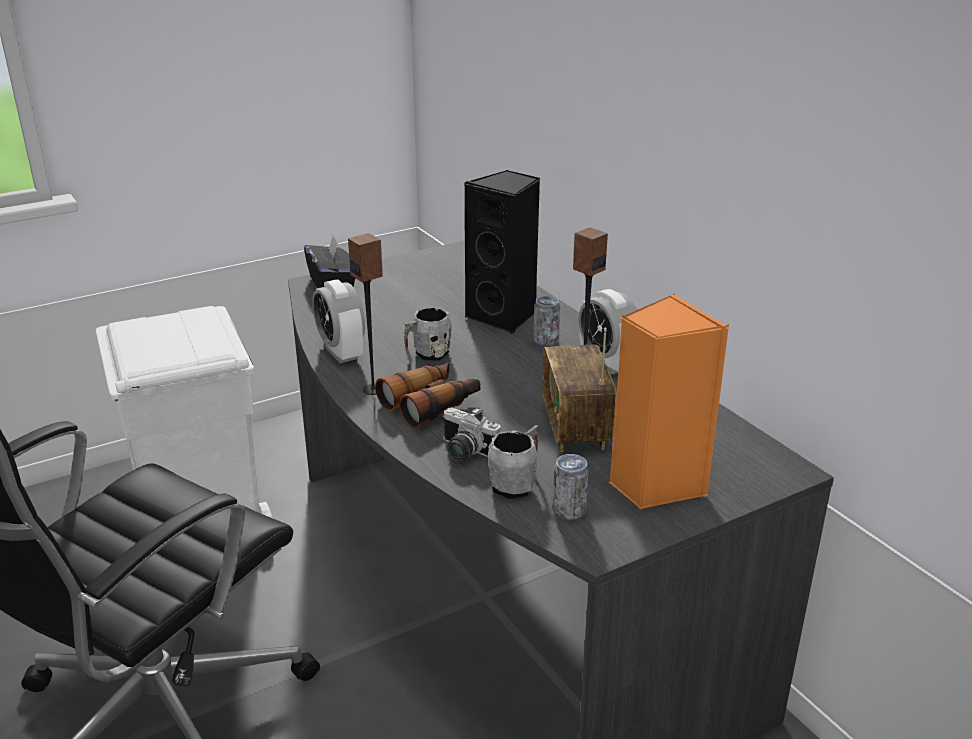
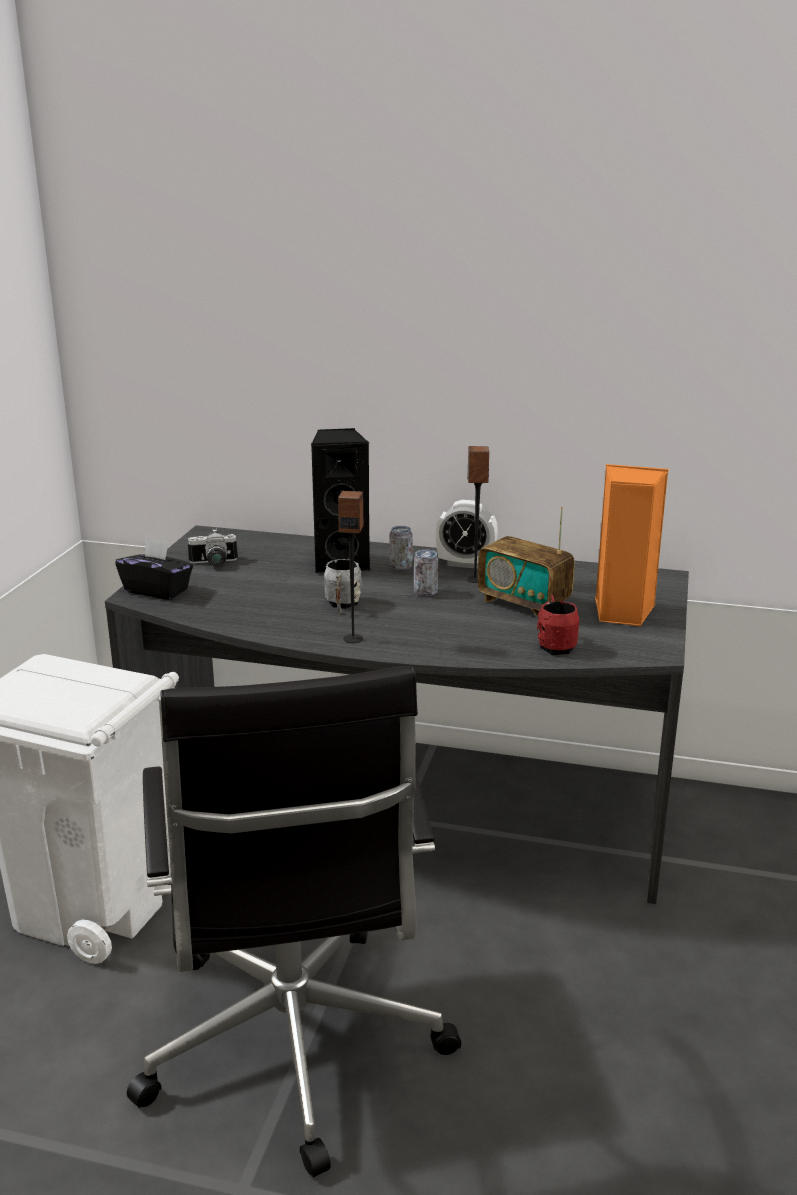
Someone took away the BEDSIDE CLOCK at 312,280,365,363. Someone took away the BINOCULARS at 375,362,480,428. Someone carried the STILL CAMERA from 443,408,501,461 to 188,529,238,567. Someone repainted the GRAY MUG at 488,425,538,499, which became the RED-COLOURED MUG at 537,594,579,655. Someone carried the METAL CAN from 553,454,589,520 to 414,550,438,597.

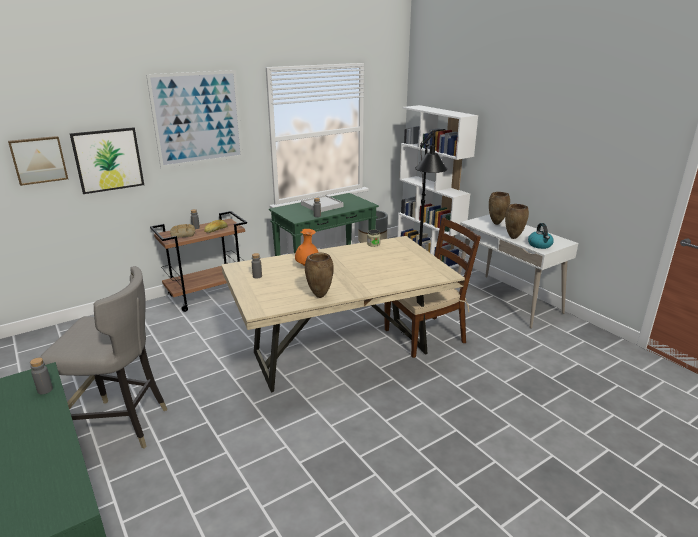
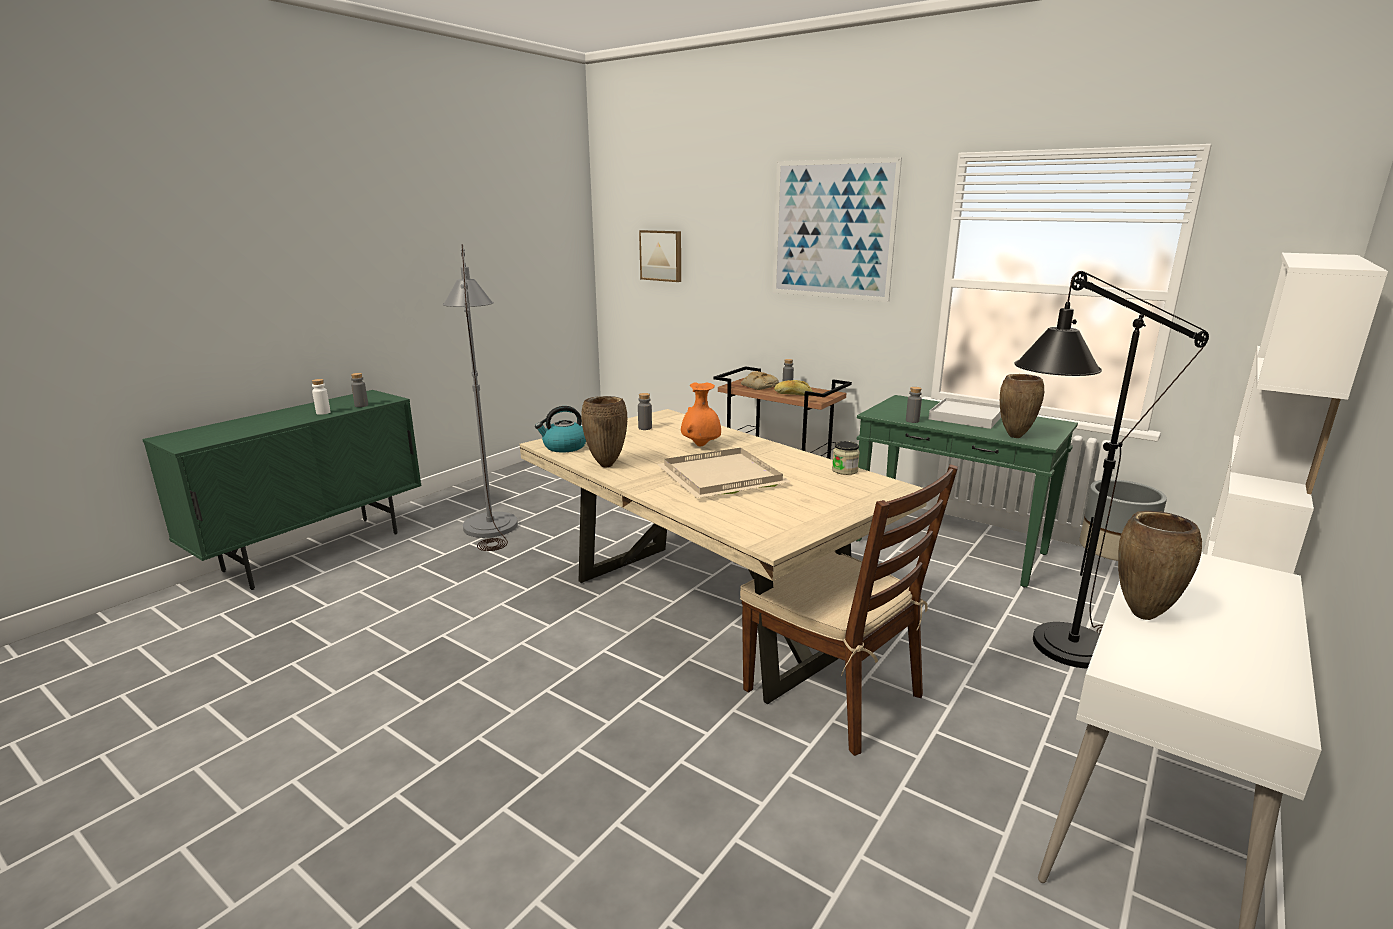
Someone swapped the GRAY SITTING STOOL at 40,266,167,448 for the GRAY STANDING LAMP at 443,244,518,551. Someone took away the PICTURE at 70,127,144,194. Someone carried the BROWN-COLOURED FLOWER VASE from 489,192,510,225 to 1000,374,1044,438. Someone carried the TEA KETTLE from 528,223,553,249 to 535,406,586,453. Someone put down the WHITISH BOTTLE at 312,379,331,415. Someone put down the BEIGE-COLOURED CARRYING TRAY at 657,448,791,498.

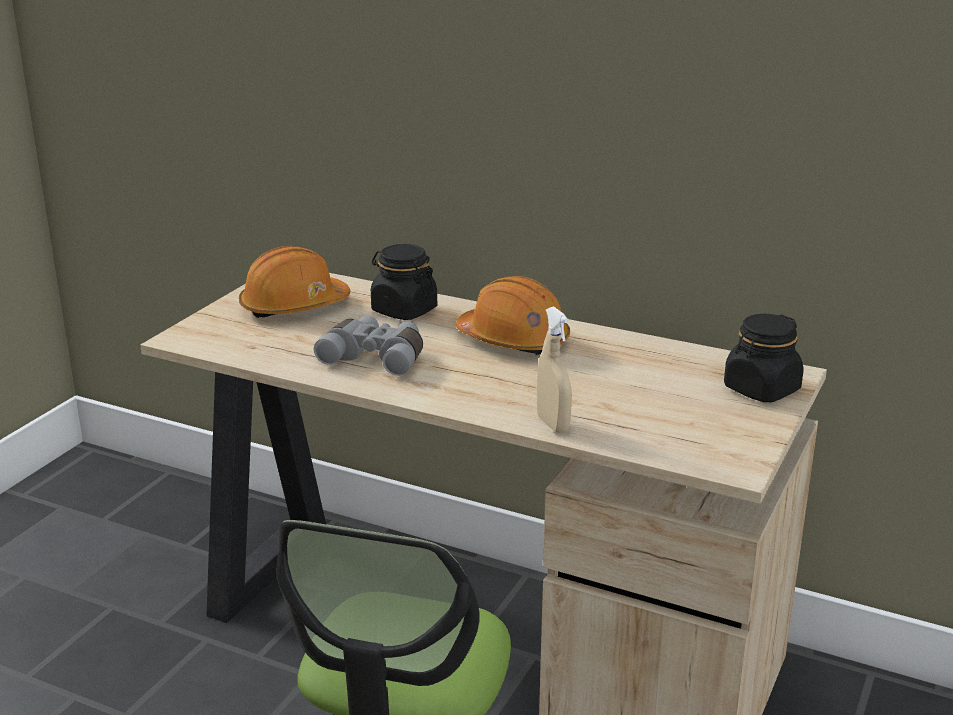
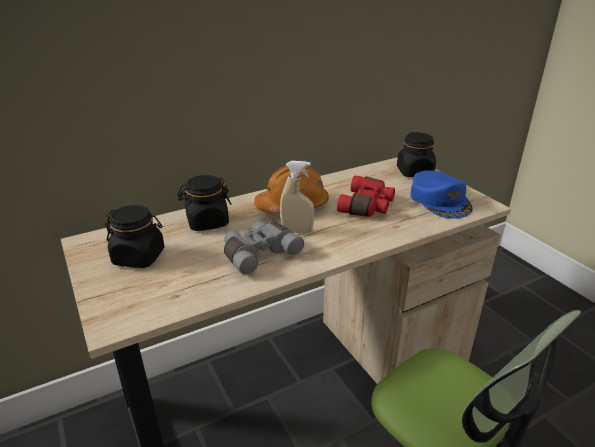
Someone swapped the ORANGE-COLOURED HARD HAT at 239,246,350,318 for the BLACK-COLOURED JAR at 105,205,164,268. Someone carried the BEIGE-COLOURED SPRAY BOTTLE from 537,306,572,433 to 280,161,314,234. Someone put down the RED-COLOURED BINOCULARS at 337,176,395,217. Someone put down the BLUE PEAKED CAP at 411,170,472,219.

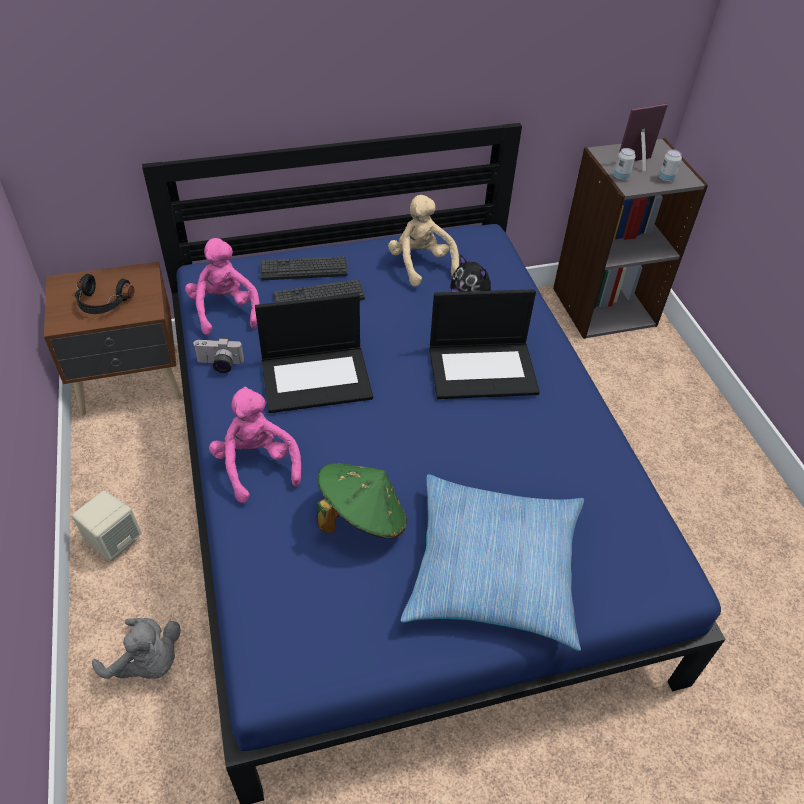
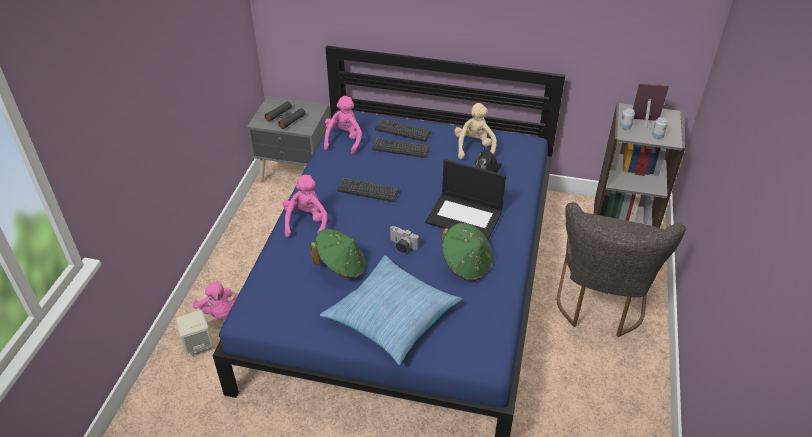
Someone repainted the BROWN-COLOURED BEDSIDE TABLE at 44,262,182,415, which became the GRAY BEDSIDE TABLE at 247,96,330,181. Someone carried the BEIGE-COLOURED AUDIO SPEAKER from 72,490,142,561 to 176,310,213,356. Someone swapped the BLACK-COLOURED HEADSET at 75,274,134,314 for the BLACK-COLOURED BINOCULARS at 265,101,306,129. Someone repainted the GRAY SOFT TOY at 92,618,181,679, which became the PINKISH SOFT TOY at 193,280,239,319. Someone carried the STILL CAMERA from 193,337,244,373 to 390,226,419,253. Someone swapped the PORTABLE COMPUTER at 255,293,373,413 for the KEYBOARD at 337,178,399,202. Someone put down the GREENISH HAT at 442,223,493,281. Someone put down the GRAY CHAIR at 557,202,686,337.

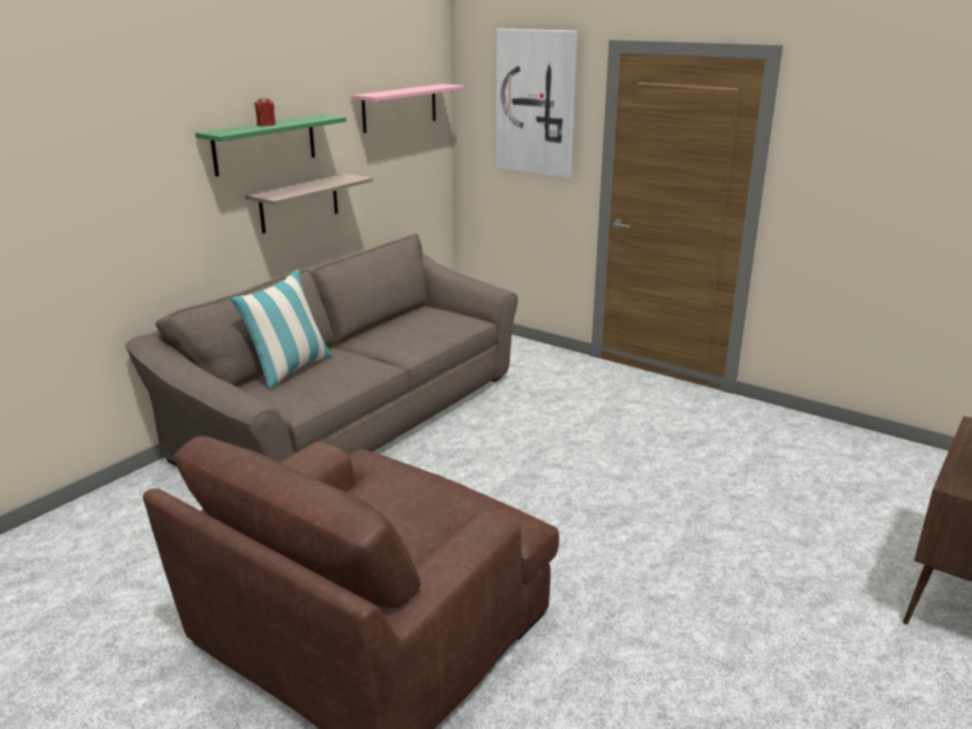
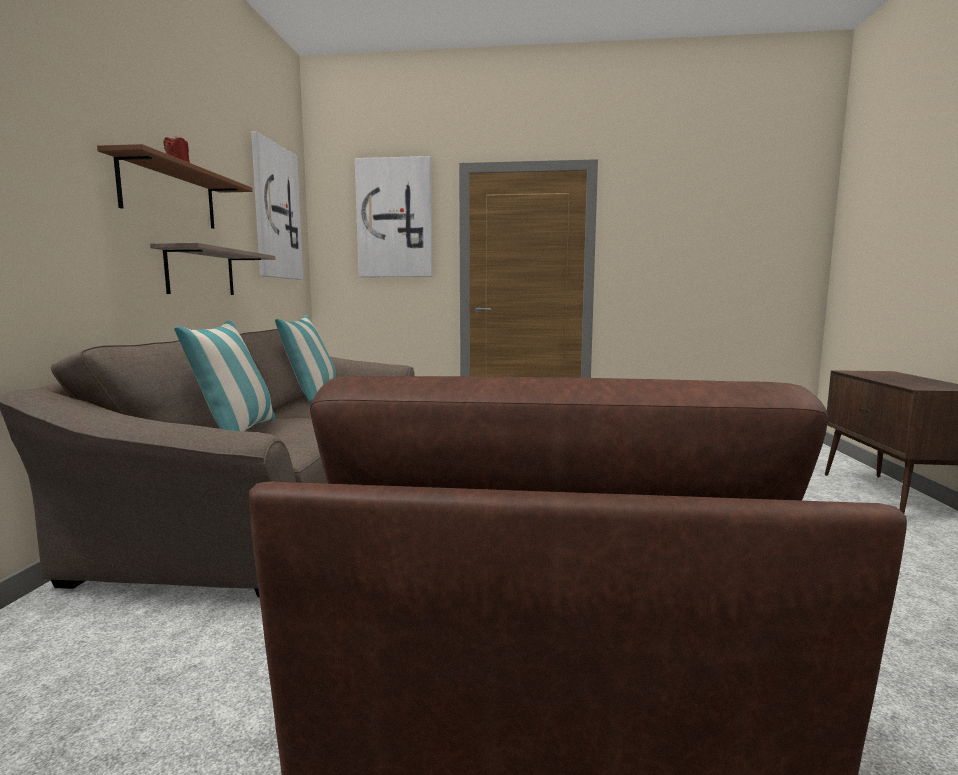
Someone repainted the GREENISH SHELF at 195,115,346,177, which became the BROWN-COLOURED SHELF at 97,144,252,229. Someone swapped the PINKISH SHELF at 351,84,465,133 for the PICTURE at 251,131,303,280. Someone put down the PILLOW at 275,315,336,403.

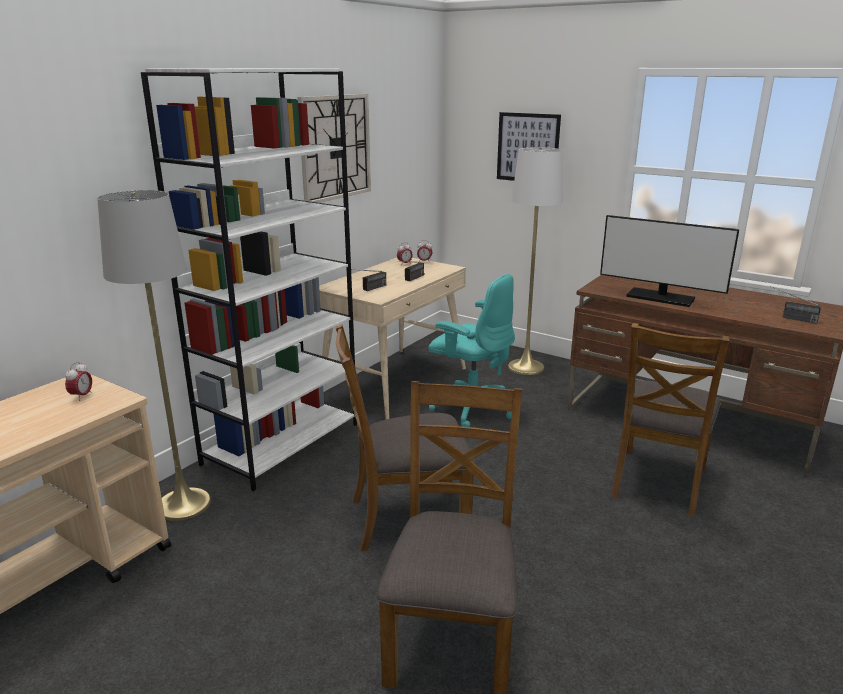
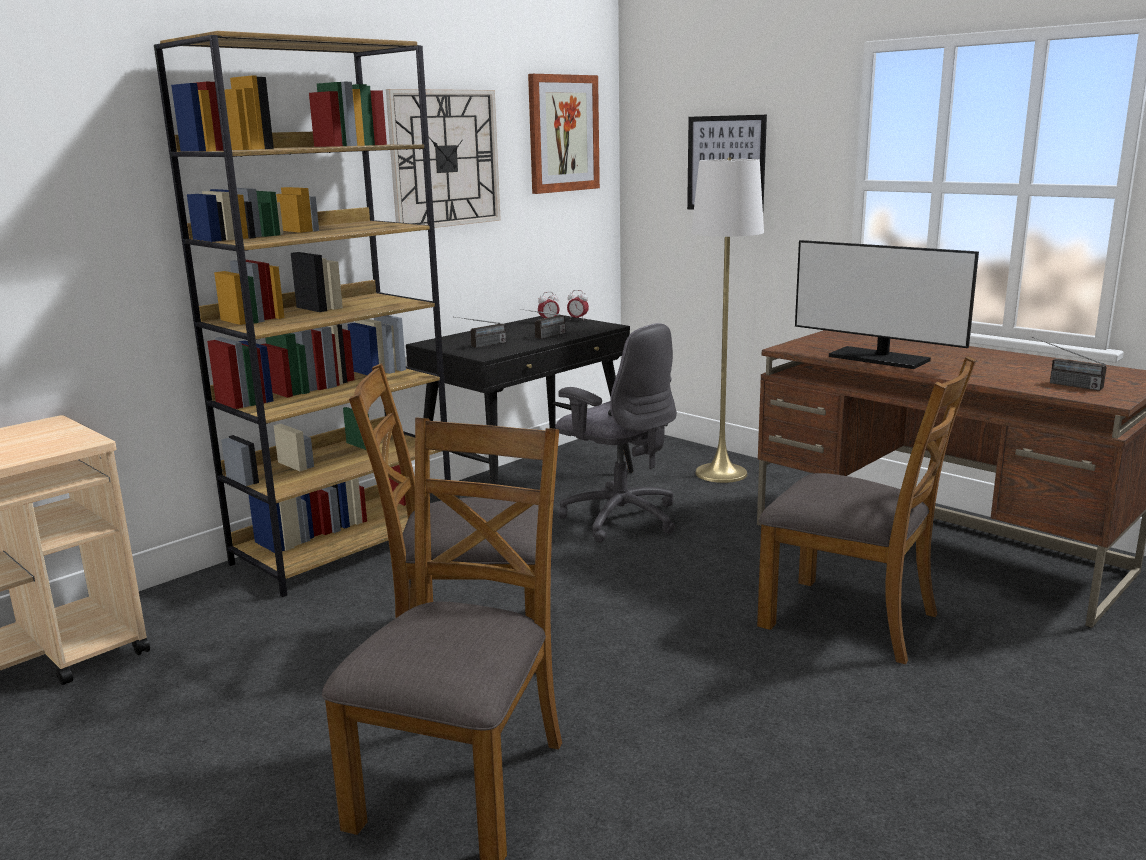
Someone took away the BEDSIDE CLOCK at 65,362,92,401. Someone took away the GRAY STANDING LAMP at 97,190,211,521. Someone repainted the WHITISH SHELVING UNIT at 141,68,357,491, which became the BROWN-COLOURED SHELVING UNIT at 154,31,451,597. Someone repainted the BEIGE-COLOURED DESK TABLE at 319,258,466,420, which became the BLACK-COLOURED DESK TABLE at 406,314,634,485. Someone repainted the TURQUOISE COMPUTER CHAIR at 429,274,515,427, which became the GRAY COMPUTER CHAIR at 555,323,677,543. Someone rotated the BROWN-COLOURED CHAIR at 611,323,730,517 by 90 degrees counterclockwise. Someone put up the PICTURE at 528,74,600,194.

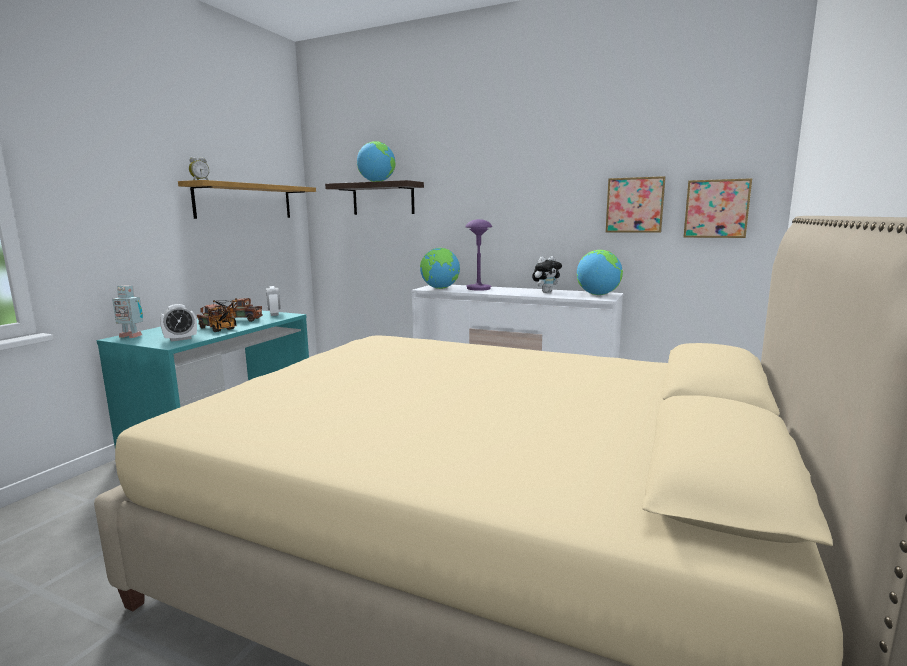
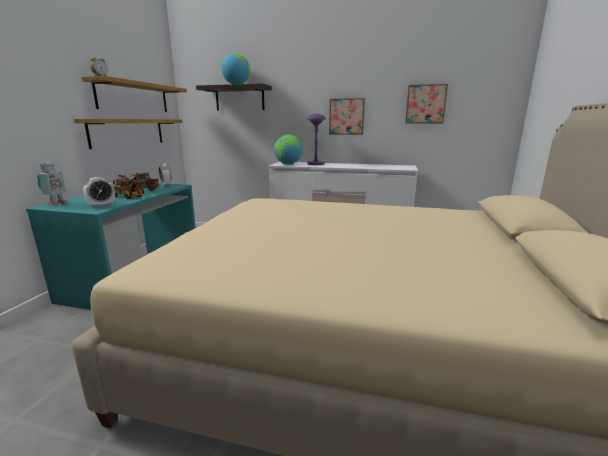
Someone rotated the ROBOT FIGURE at 112,286,143,338 by 75 degrees counterclockwise. Someone took away the SOFT TOY at 532,256,562,293. Someone took away the WORLD GLOBE at 577,250,623,295. Someone carried the PICTURE from 683,178,752,238 to 329,98,365,135. Someone put up the SHELF at 74,119,182,149.

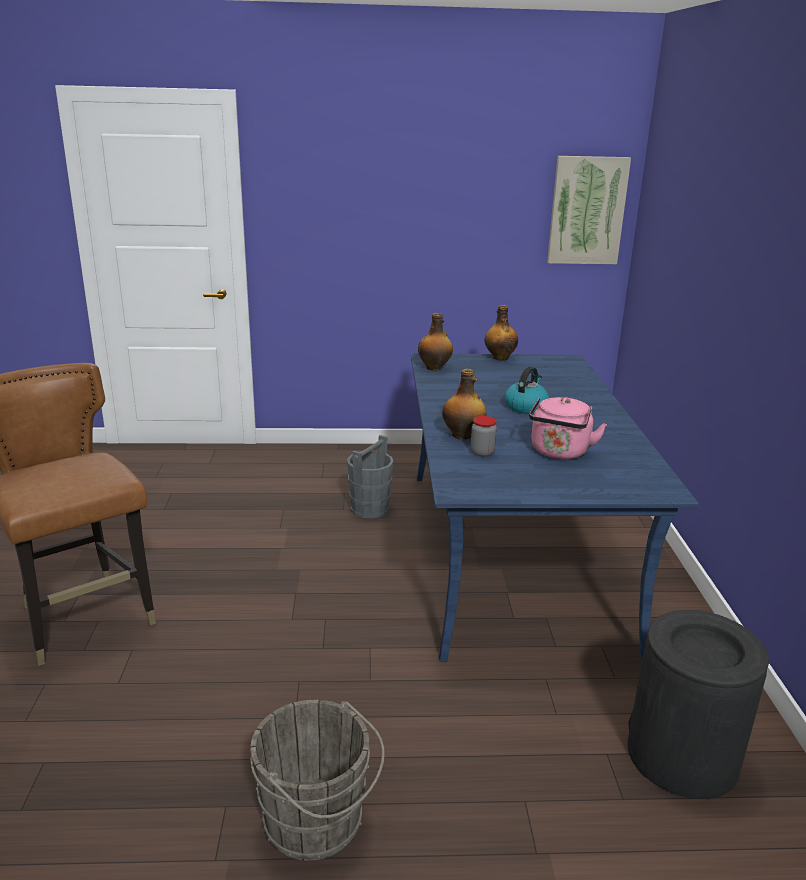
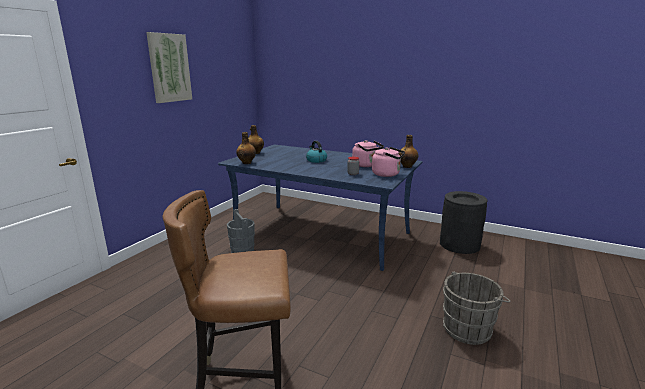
Someone carried the BOTTLE from 442,369,486,439 to 398,135,418,168. Someone carried the PICTURE from 547,156,631,264 to 146,32,192,103. Someone put down the PINKISH TEA KETTLE at 372,147,405,177.

